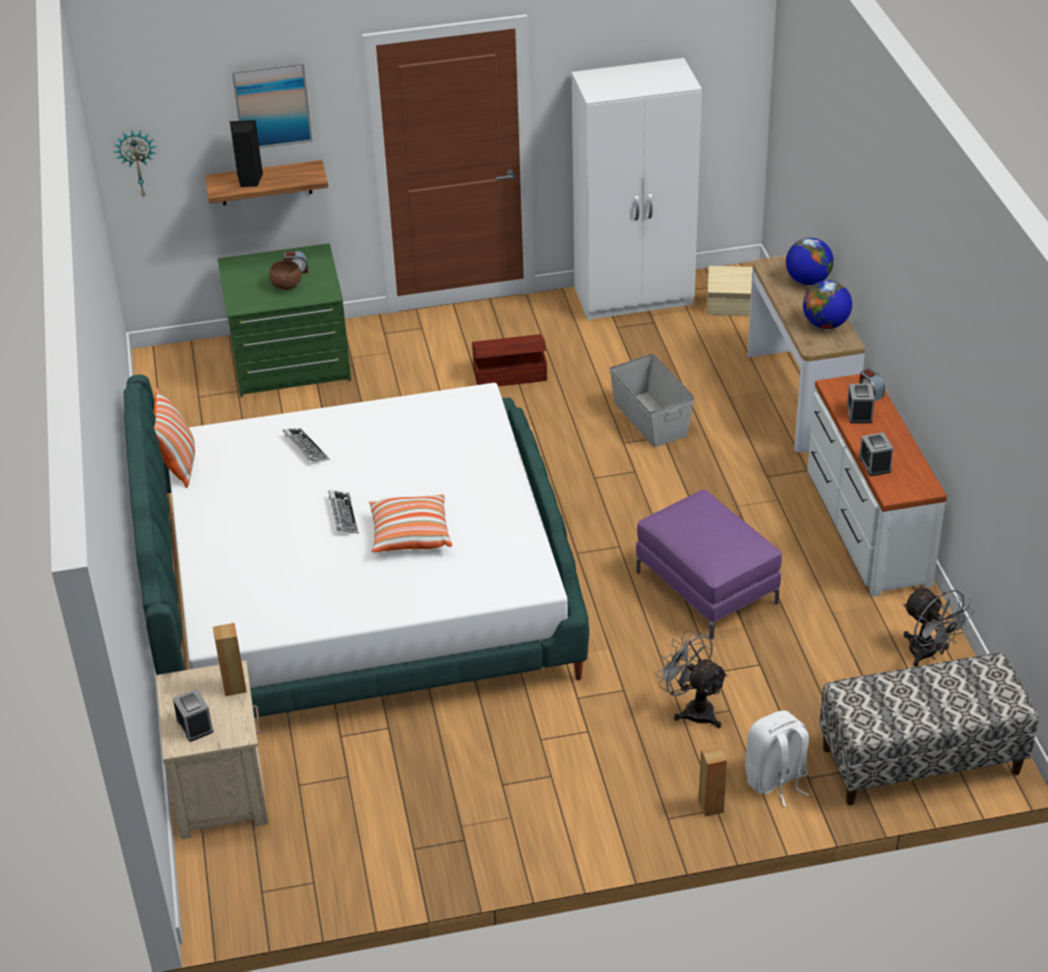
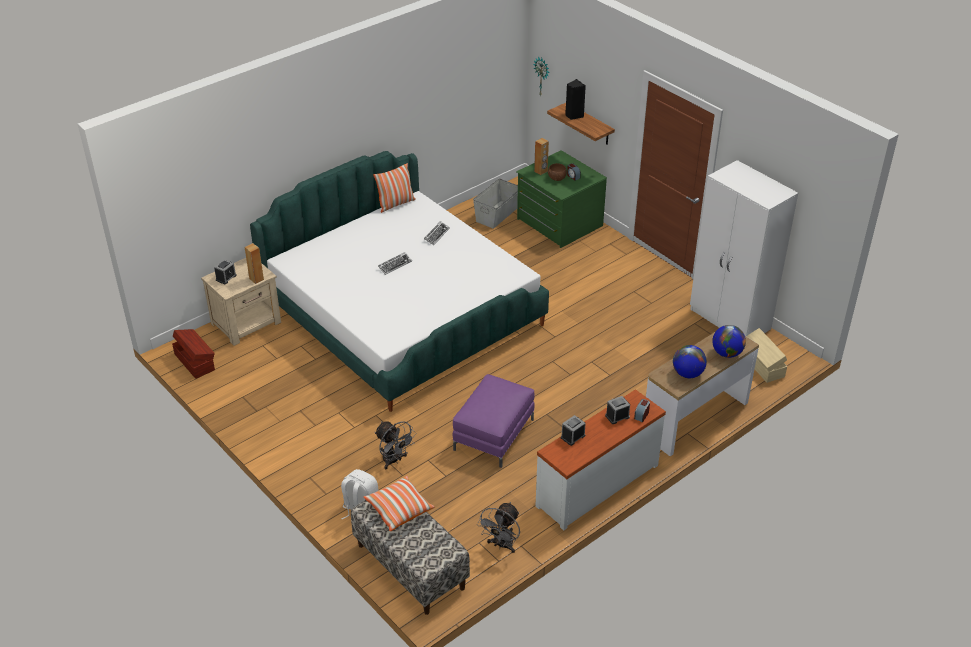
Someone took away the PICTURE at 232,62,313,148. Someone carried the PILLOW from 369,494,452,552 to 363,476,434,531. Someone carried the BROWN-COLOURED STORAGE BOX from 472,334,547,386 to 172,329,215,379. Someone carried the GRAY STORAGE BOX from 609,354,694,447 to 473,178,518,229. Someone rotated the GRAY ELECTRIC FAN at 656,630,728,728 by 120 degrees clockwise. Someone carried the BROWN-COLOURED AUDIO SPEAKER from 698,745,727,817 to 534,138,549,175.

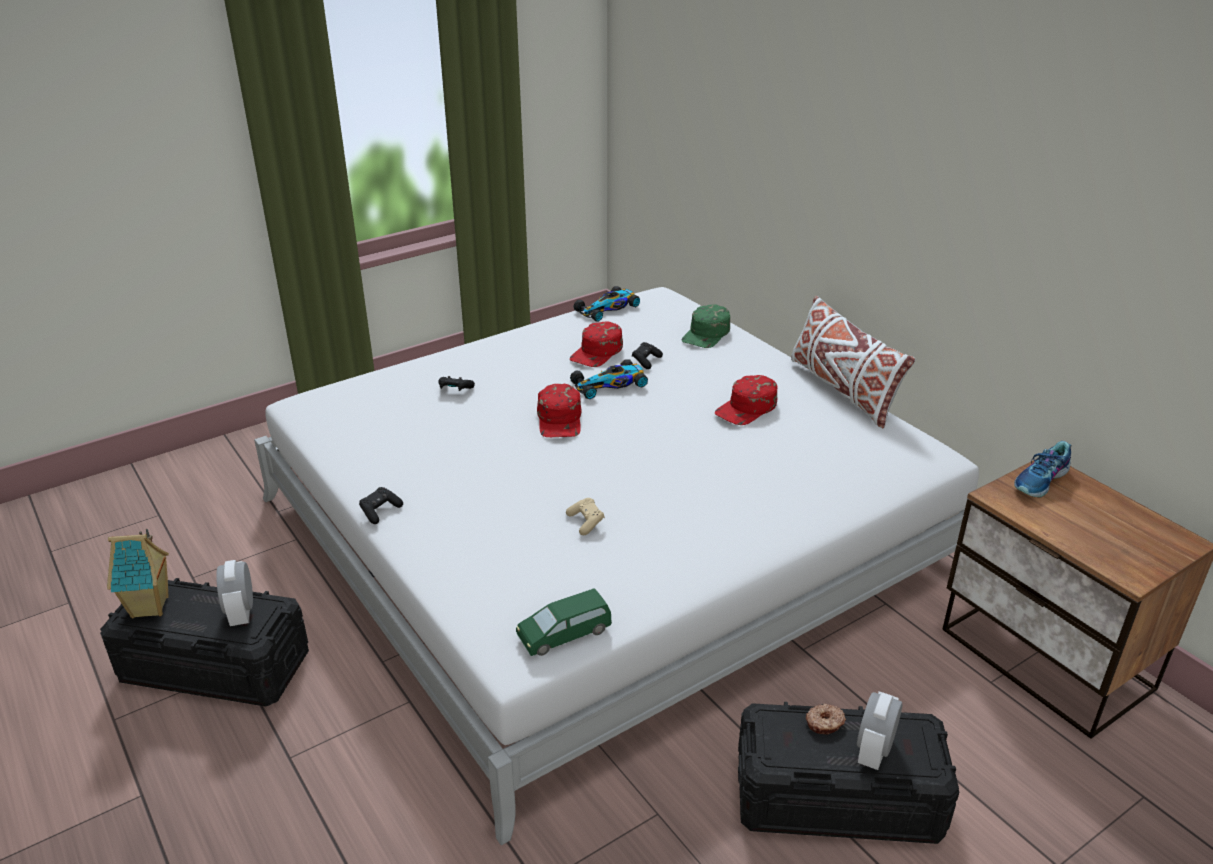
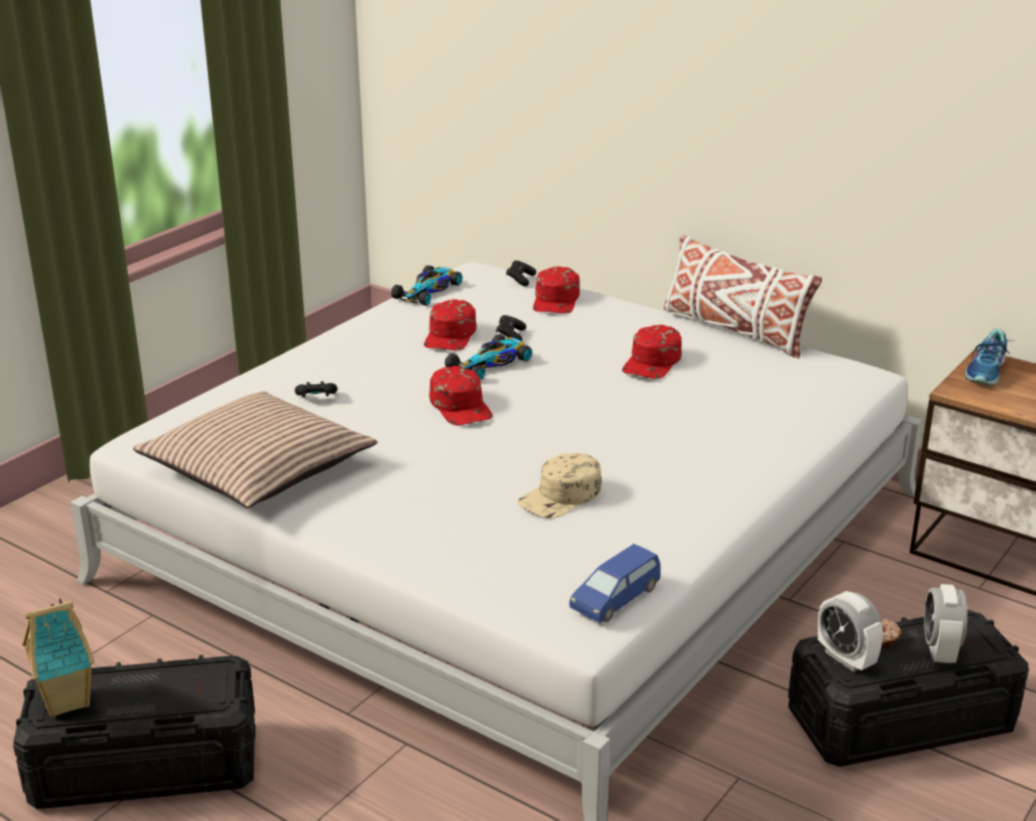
Someone carried the BEDSIDE CLOCK from 216,560,253,626 to 817,591,883,672. Someone carried the BLACK-COLOURED GAMEPAD from 359,487,403,524 to 506,261,536,286. Someone repainted the GREENISH MODEL CAR at 516,588,612,656, which became the BLUE MODEL CAR at 569,544,660,623. Someone swapped the BEIGE-COLOURED GAMEPAD at 566,498,605,535 for the BEIGE-COLOURED PEAKED CAP at 517,453,602,519. Someone repainted the GREENISH PEAKED CAP at 682,304,730,348, which became the RED-COLOURED PEAKED CAP at 533,266,580,314. Someone put down the PILLOW at 133,391,377,508.

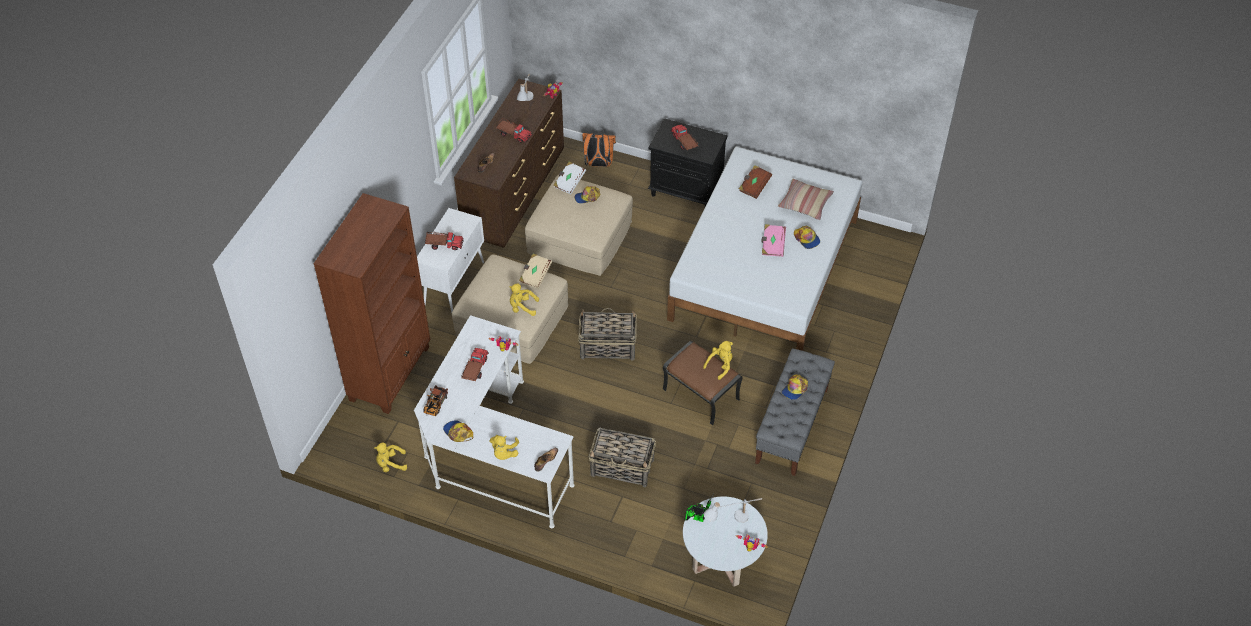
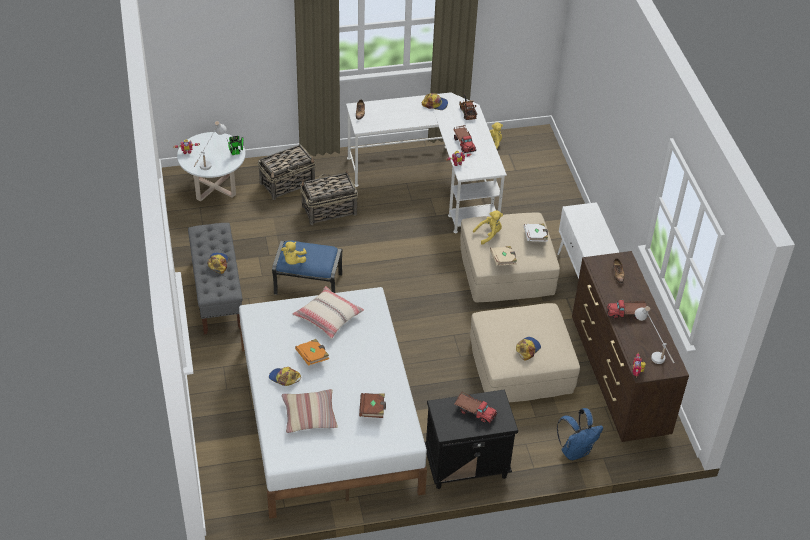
Someone took away the BROWN-COLOURED SHELVING UNIT at 313,193,431,414. Someone took away the TOY TRUCK at 425,232,464,250. Someone took away the YELLOWISH SOFT TOY at 490,435,519,460. Someone carried the WHITISH VOLUME from 553,162,586,194 to 524,224,548,242. Someone carried the BASKET from 578,308,637,361 to 258,145,316,200. Someone repainted the ORANGE-COLOURED RUCKSACK at 582,132,616,167, which became the BLUE RUCKSACK at 557,408,603,460. Someone repainted the BROWN-COLOURED OTTOMAN at 663,341,743,425, which became the BLUE OTTOMAN at 272,240,342,294. Someone repainted the PINKISH VOLUME at 761,224,786,257, which became the ORANGE-COLOURED VOLUME at 295,339,329,366. Someone put down the BEIGE-COLOURED PILLOW at 292,286,364,339.

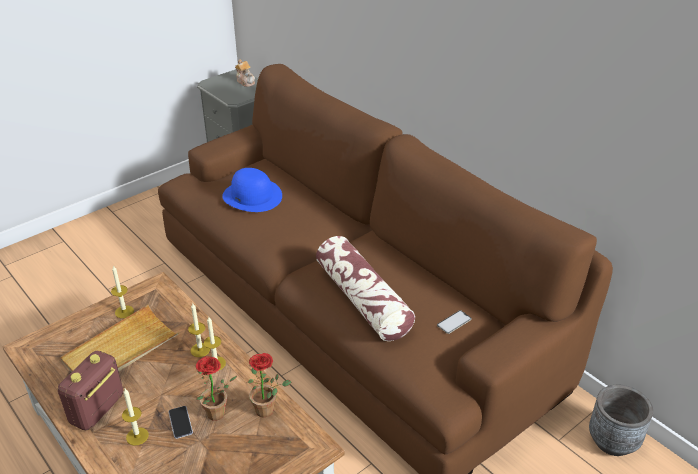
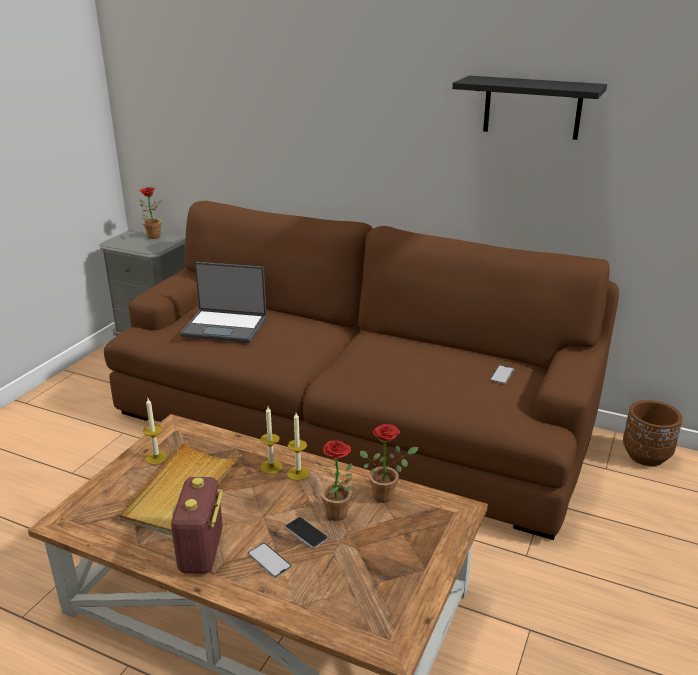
Someone swapped the WAX CANDLE at 122,389,149,446 for the HANDSET at 248,543,292,578. Someone swapped the BLUE HAT at 222,168,282,212 for the PORTABLE COMPUTER at 180,262,266,343. Someone swapped the TEA POT at 235,59,255,87 for the PLANT IN A POT at 139,187,162,239. Someone took away the PILLOW at 316,236,415,341. Someone repainted the GRAY PLANTER at 589,385,653,456, which became the BROWN-COLOURED PLANTER at 623,400,683,466. Someone put up the BLACK-COLOURED SHELF at 452,76,607,140.

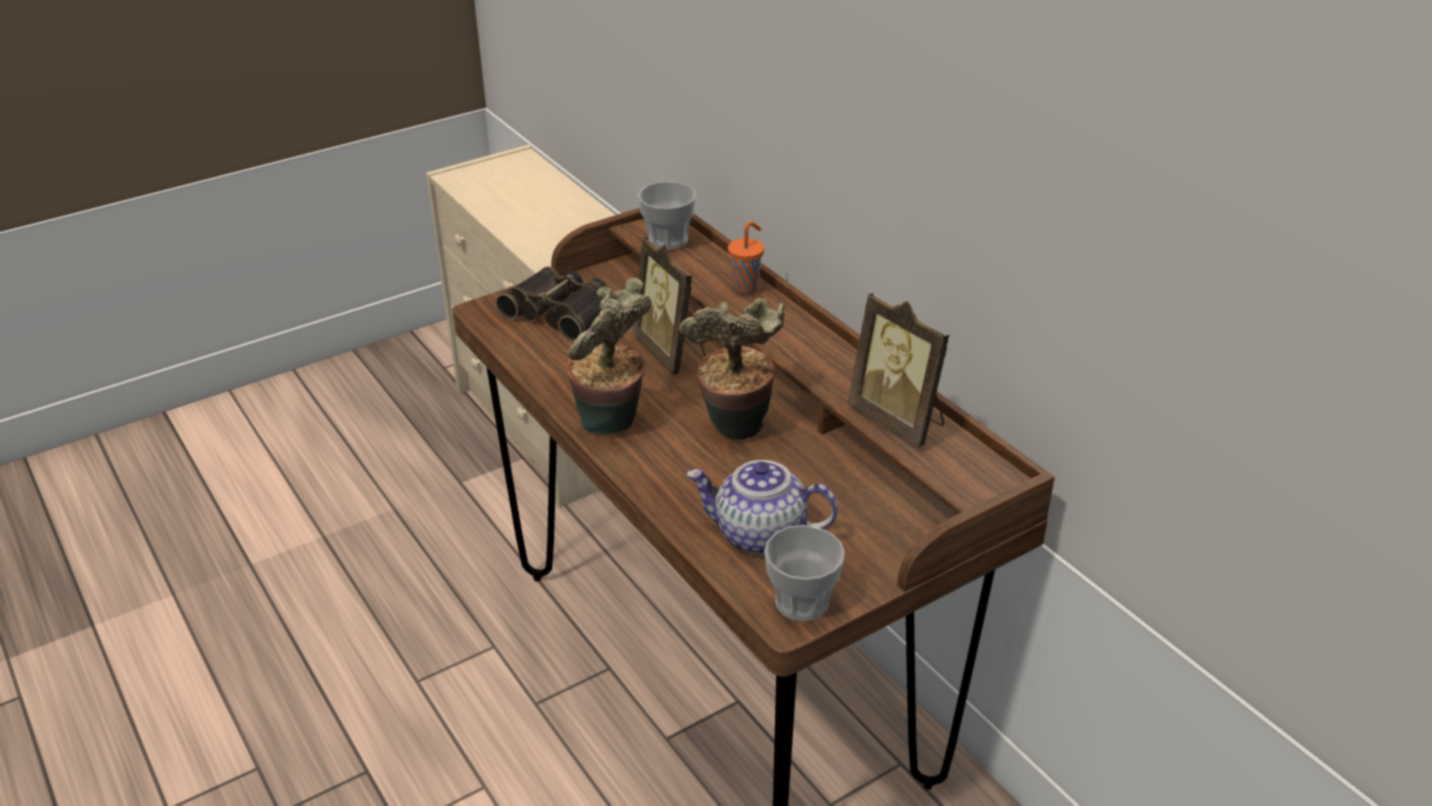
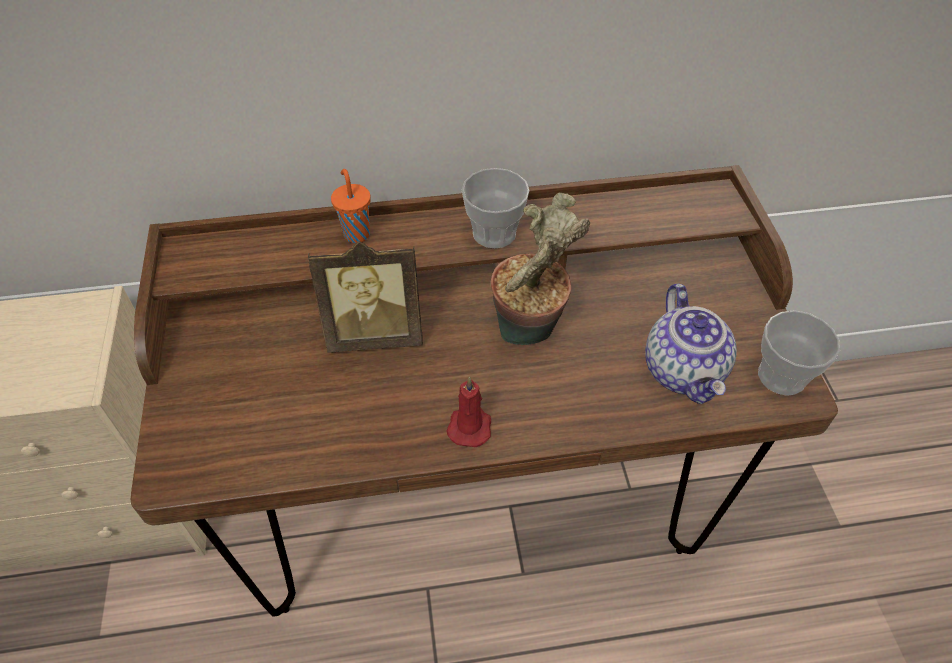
Someone took away the BINOCULARS at 495,266,607,342. Someone swapped the PLANT IN A POT at 567,278,651,434 for the RED-COLOURED WAX CANDLE at 446,377,491,447. Someone carried the CUP from 638,181,697,250 to 462,168,529,248. Someone rotated the TEA POT at 686,460,838,555 by 45 degrees counterclockwise. Someone took away the PICTURE FRAME at 848,293,949,447.

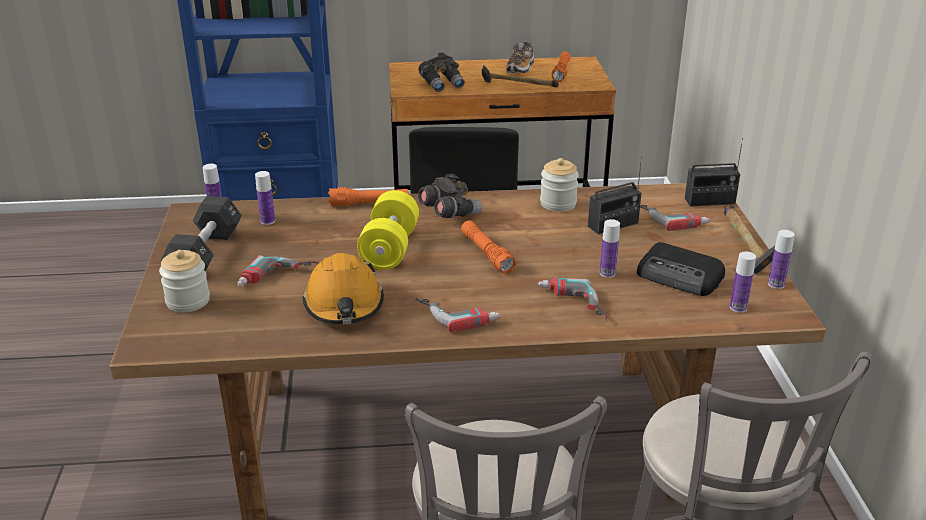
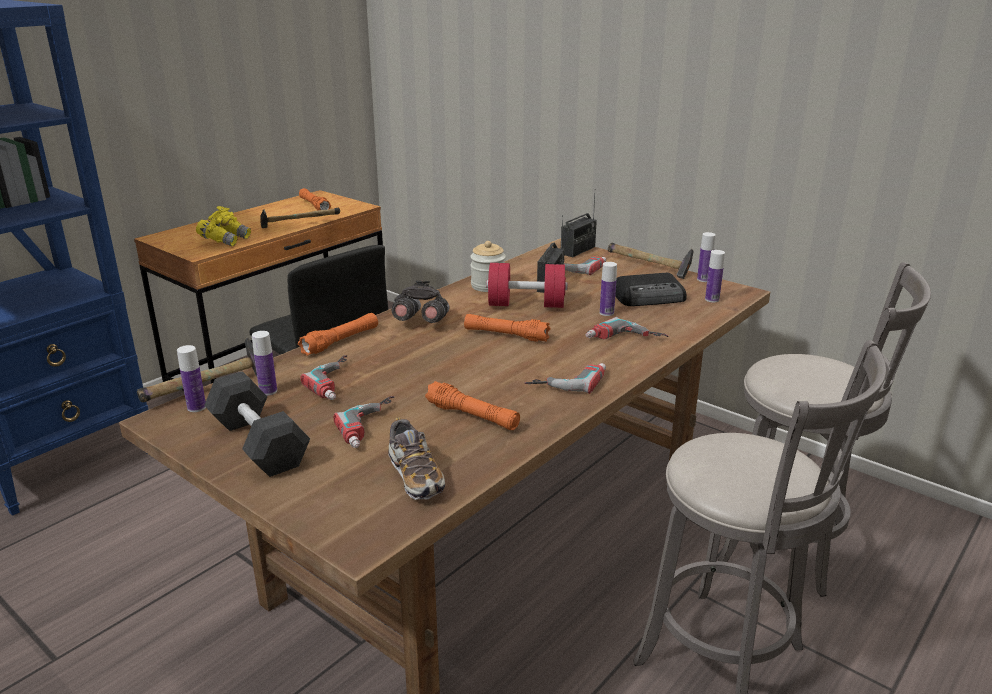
Someone took away the JAR at 159,250,210,312. Someone swapped the ORANGE-COLOURED HARD HAT at 302,253,384,324 for the ORANGE-COLOURED TORCH at 425,381,520,430. Someone took away the YELLOWISH HAND WEIGHT at 357,190,419,270. Someone repainted the GRAY BINOCULARS at 418,52,465,92, which became the YELLOWISH BINOCULARS at 196,206,251,246. Someone carried the ITEM OF FOOTWEAR from 506,40,534,74 to 388,417,445,500. Someone put down the HAMMER at 137,337,257,402. Someone put down the DRILL at 300,355,347,400. Someone put down the RED-COLOURED HAND WEIGHT at 486,263,568,308.

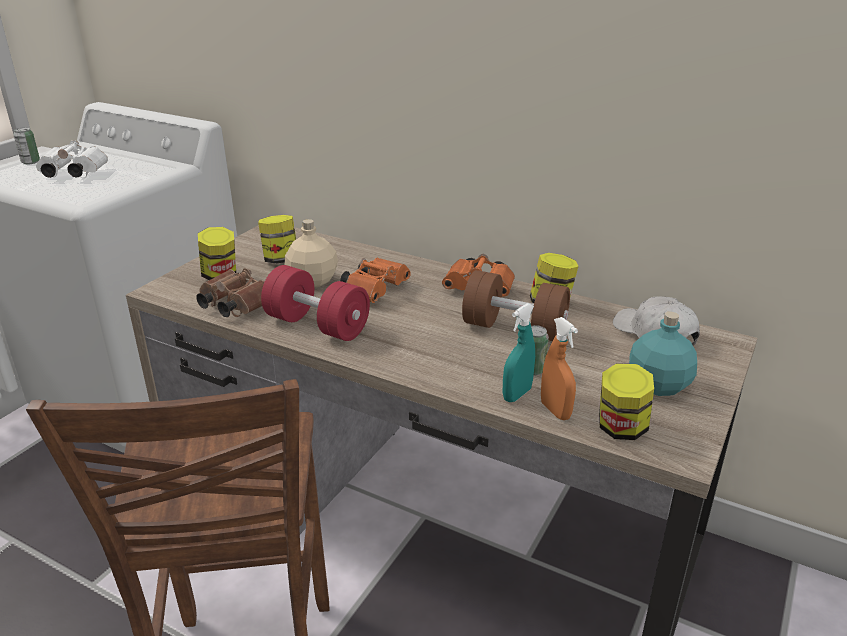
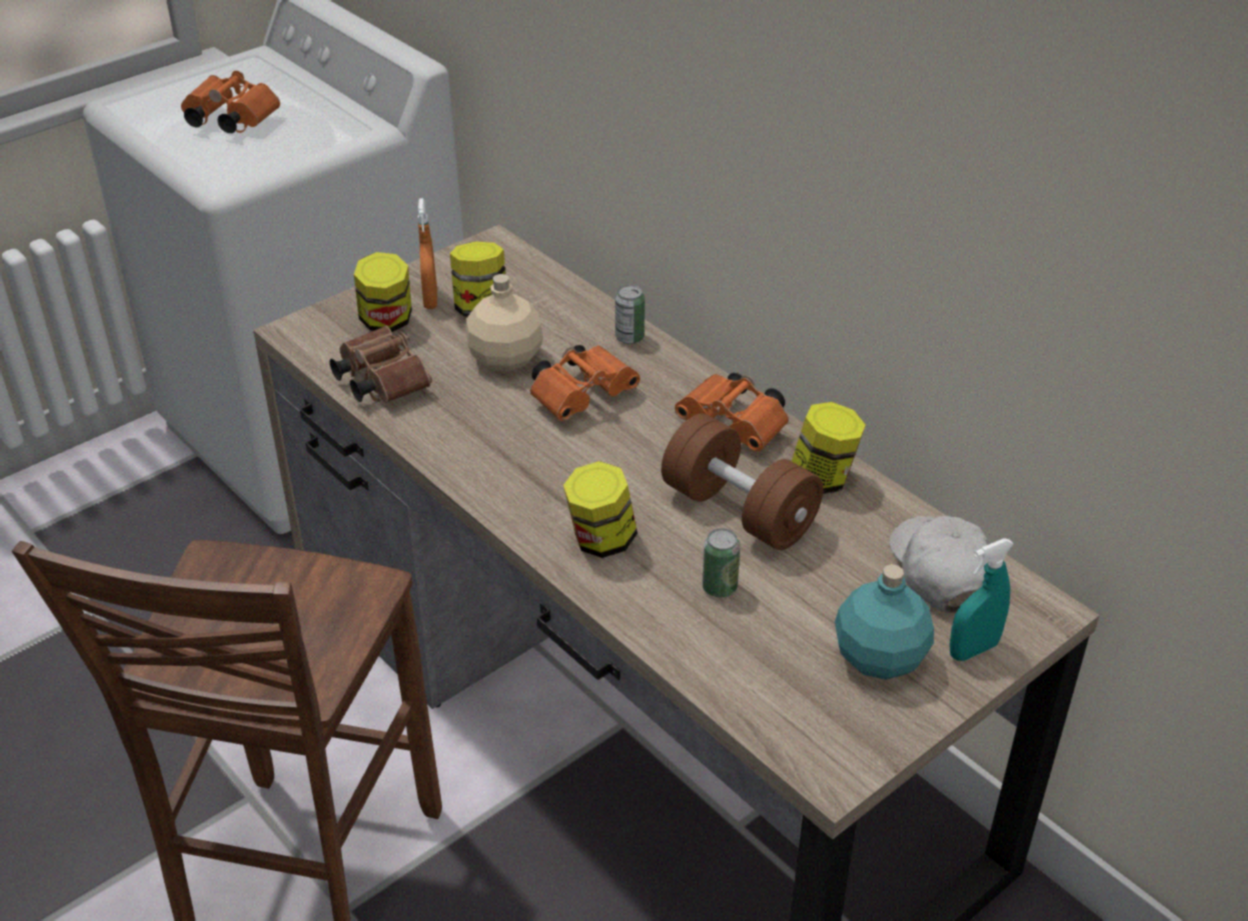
Someone carried the METAL CAN from 13,127,40,164 to 615,285,645,344. Someone repainted the WHITISH BINOCULARS at 36,140,108,178, which became the ORANGE-COLOURED BINOCULARS at 181,71,280,133. Someone took away the RED-COLOURED HAND WEIGHT at 261,265,370,341. Someone carried the TURQUOISE SPRAY BOTTLE from 503,303,535,402 to 949,538,1014,661. Someone carried the ORANGE-COLOURED SPRAY BOTTLE from 541,317,578,420 to 418,198,437,309. Someone carried the JAR from 599,363,654,440 to 563,461,637,558.

